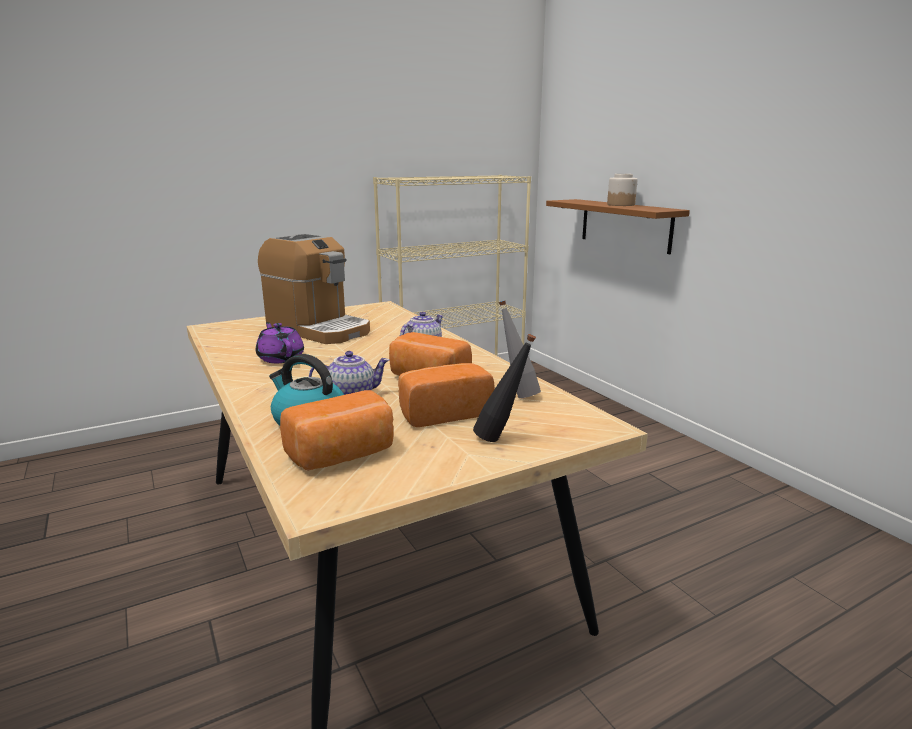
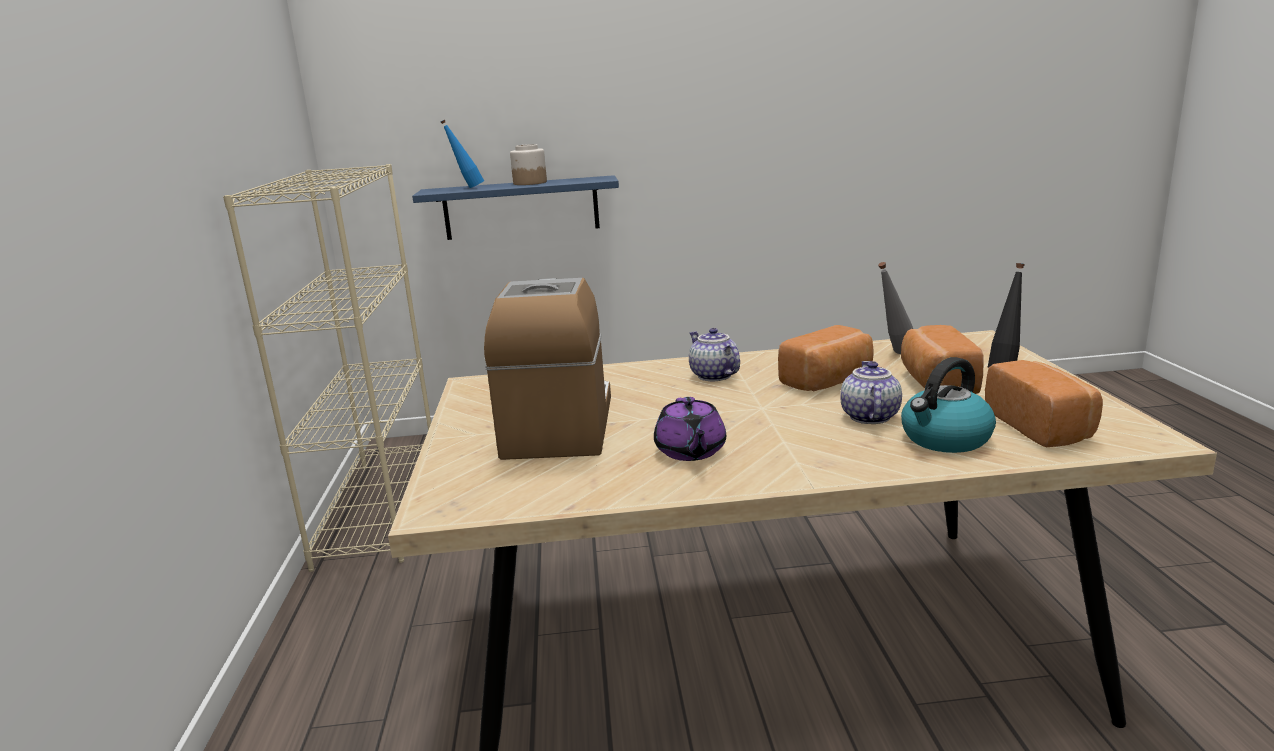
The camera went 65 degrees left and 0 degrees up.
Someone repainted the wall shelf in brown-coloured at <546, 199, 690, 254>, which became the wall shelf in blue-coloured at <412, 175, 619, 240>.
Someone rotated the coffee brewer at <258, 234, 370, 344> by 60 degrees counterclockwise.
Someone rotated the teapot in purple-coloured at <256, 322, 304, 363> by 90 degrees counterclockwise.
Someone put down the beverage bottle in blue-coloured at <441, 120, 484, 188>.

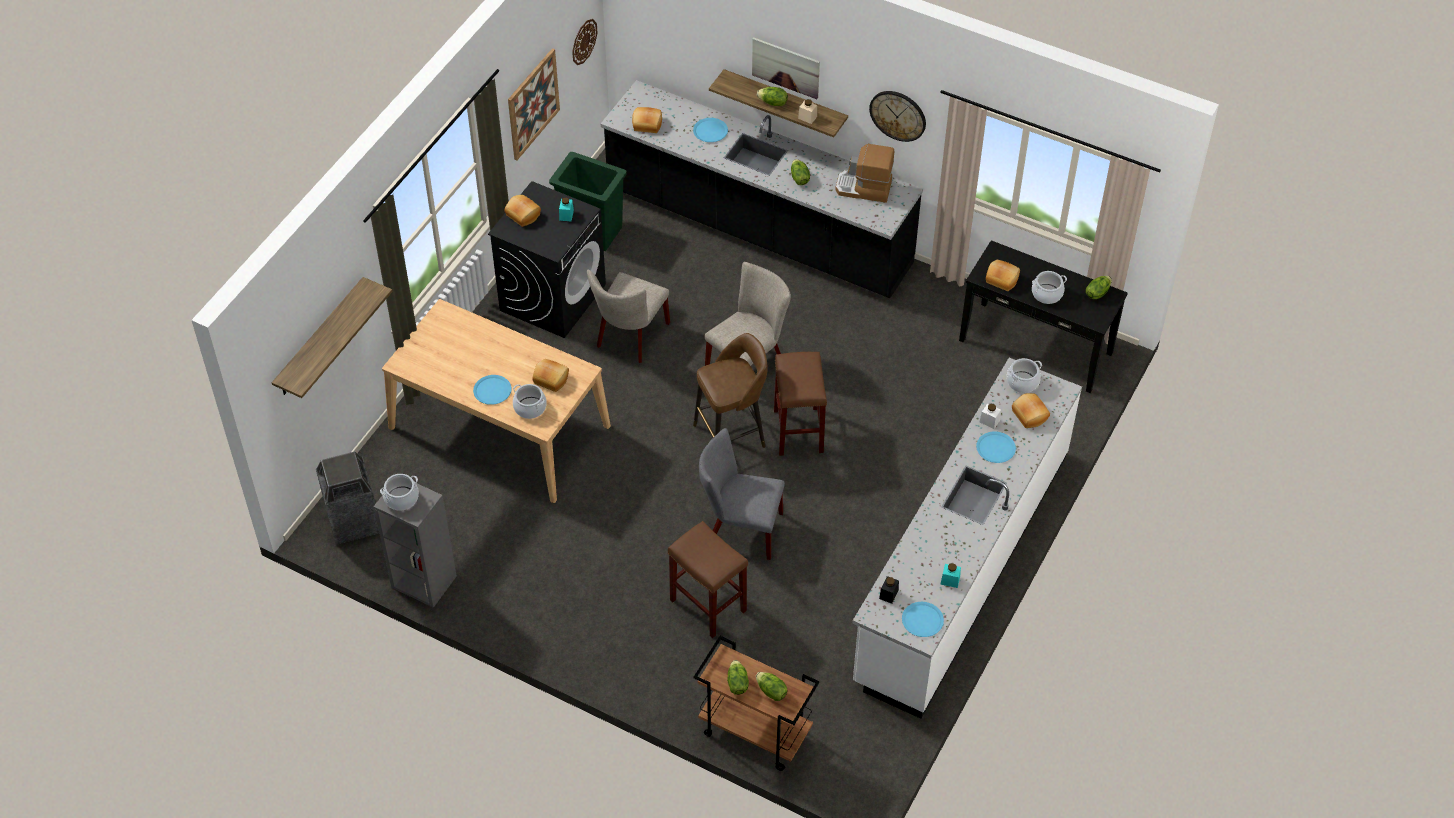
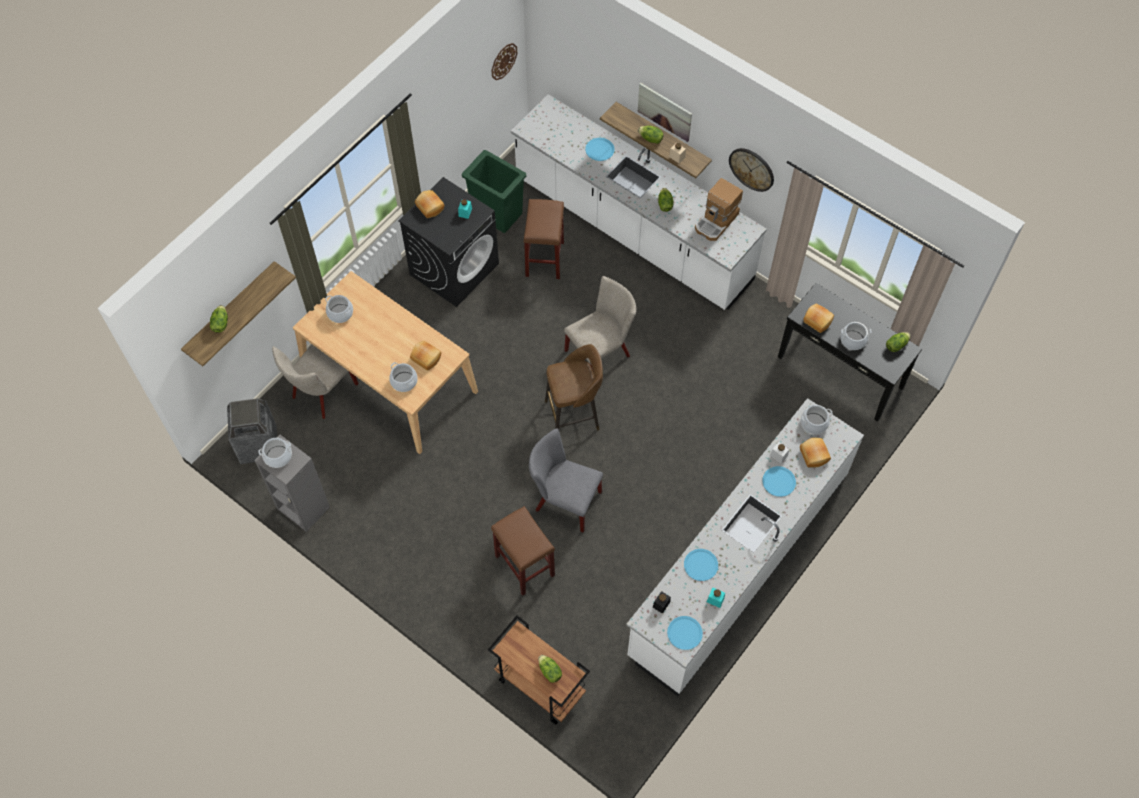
The camera went 10 degrees right and 10 degrees up.
Someone took away the wall picture at <508, 48, 560, 160>.
Someone repainted the kitchen counter in black at <601, 80, 923, 298>, which became the kitchen counter in whitish at <511, 94, 767, 310>.
Someone took away the bread at <632, 107, 662, 133>.
Someone rotated the coffee brewer at <835, 144, 894, 203> by 75 degrees counterclockwise.
Someone carried the upright chair in sand-coloured from <587, 270, 670, 363> to <272, 344, 359, 419>.
Someone carried the sitting stool in brown-coloured from <774, 352, 827, 456> to <523, 199, 564, 279>.
Someone carried the flat dish in blue-coloured from <473, 375, 512, 405> to <684, 549, 718, 581>.
Someone carried the lettuce head from <727, 660, 749, 695> to <210, 305, 228, 333>.
Someone put down the cooking pot at <325, 295, 353, 323>.

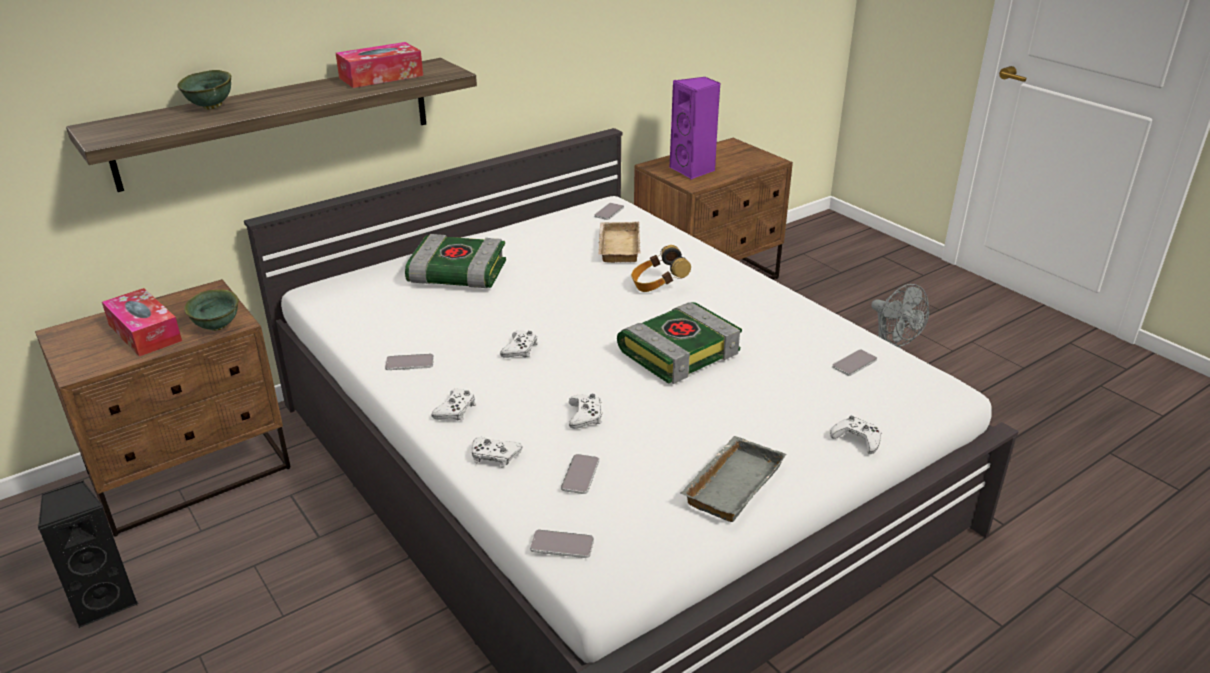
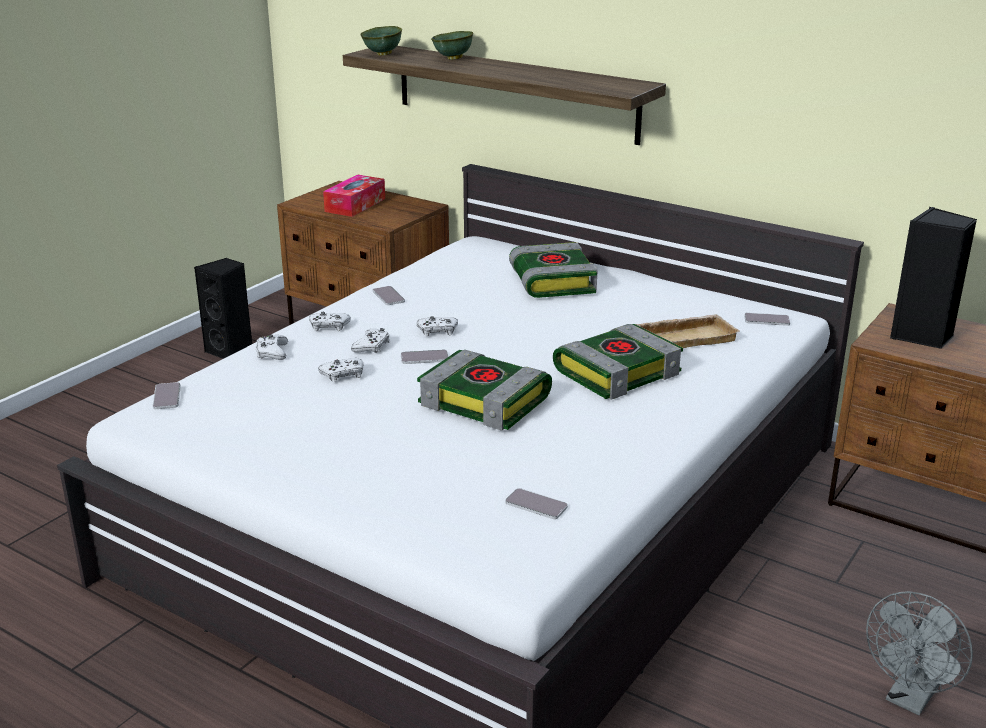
The camera went 70 degrees right and 5 degrees down.
Someone took away the box of tissues at <336, 42, 423, 88>.
Someone repainted the loudspeaker in purple-coloured at <669, 77, 720, 180>, which became the loudspeaker in black at <890, 207, 977, 349>.
Someone swapped the pair of headphones at <631, 245, 691, 292> for the book at <553, 324, 683, 400>.
Someone carried the serving bowl in green from <184, 290, 239, 331> to <360, 26, 402, 55>.
Someone carried the gamepad in whitish from <830, 416, 881, 454> to <351, 328, 390, 353>.
Someone took away the serving tray in gray at <680, 436, 787, 522>.
Someone carried the handset from <561, 454, 599, 494> to <401, 350, 448, 364>.

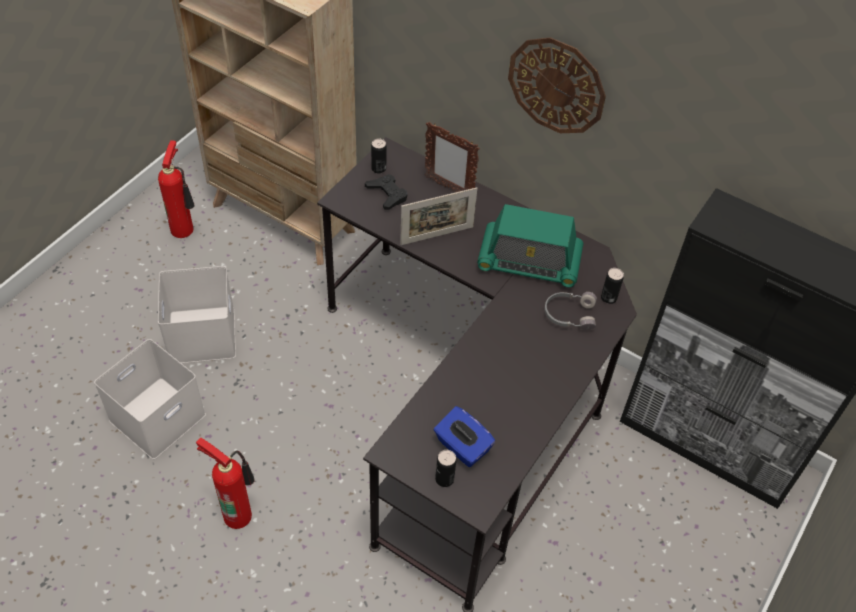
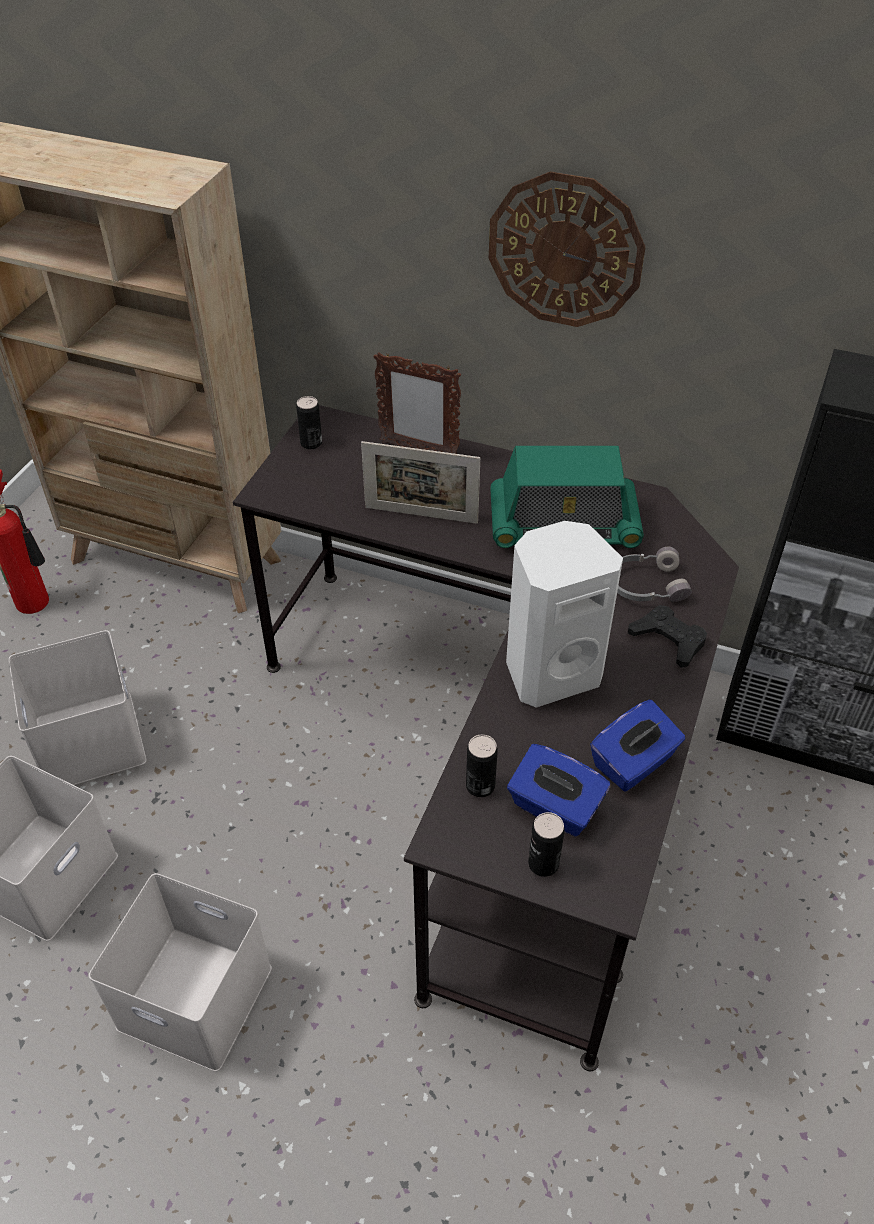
The camera went 10 degrees left and 5 degrees down.
Someone carried the gamepad in black from <365, 174, 408, 210> to <628, 605, 707, 668>.
Someone rotated the photo frame at <400, 187, 477, 245> by 45 degrees clockwise.
Someone carried the sealed can from <601, 268, 624, 304> to <466, 734, 498, 797>.
Someone swapped the fire extinguisher at <196, 438, 255, 529> for the storage bin in whitish at <89, 873, 272, 1072>.
Someone put down the loudspeaker in whitish at <506, 521, 623, 708>.
Someone put down the box of tissues in blue-coloured at <590, 700, 685, 792>.

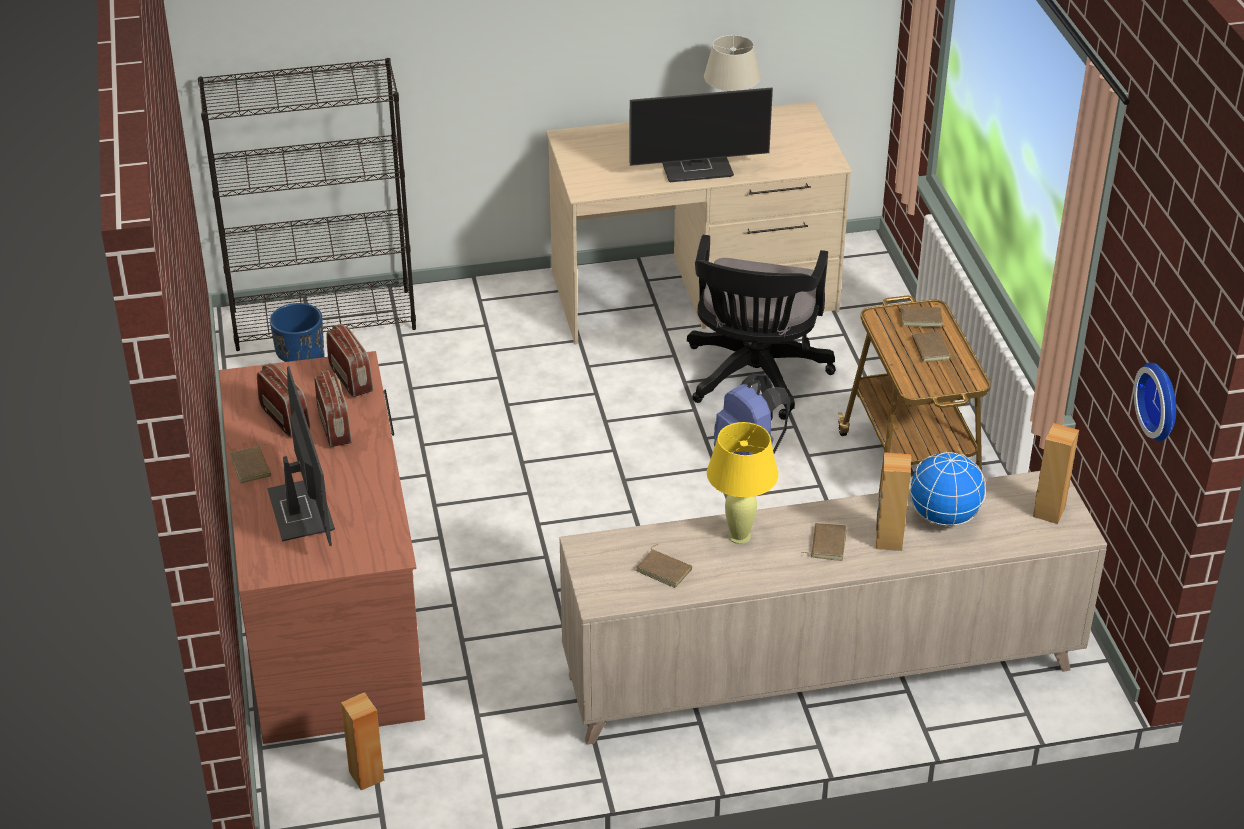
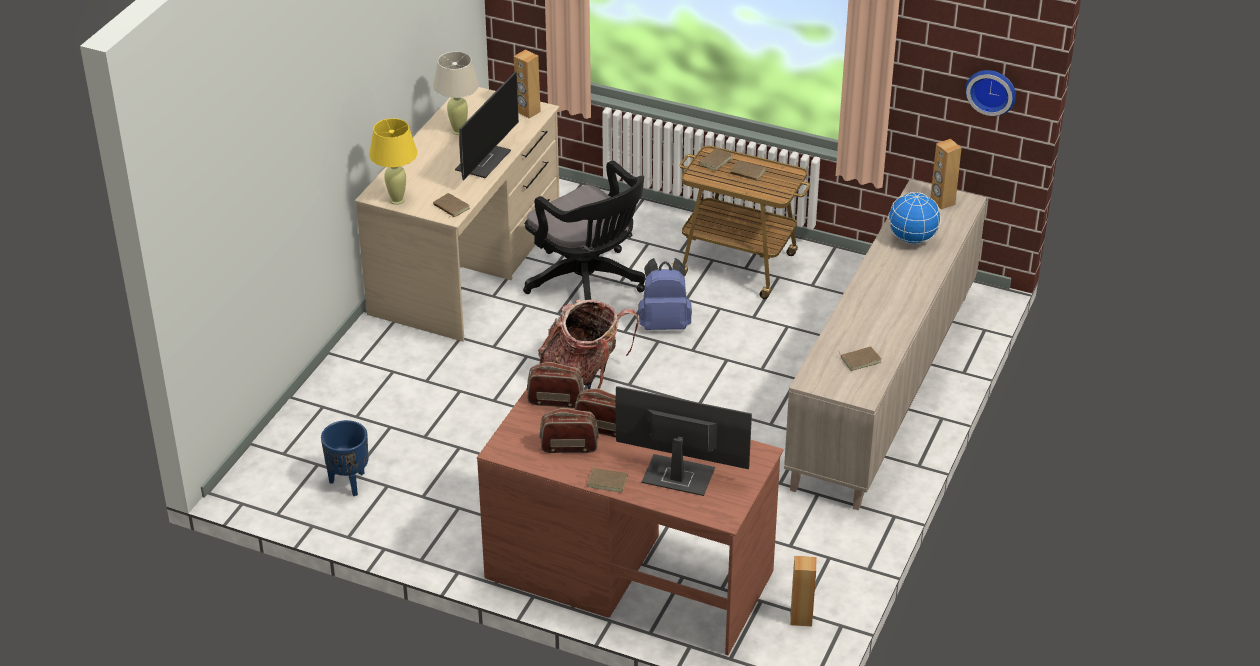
The camera went 55 degrees left and 0 degrees up.
Someone took away the bookshelf in black at <198, 58, 416, 351>.
Someone carried the table lamp in yellow from <707, 422, 779, 544> to <369, 118, 418, 205>.
Someone carried the loudspeaker in brown-coloured from <876, 452, 911, 551> to <514, 49, 541, 118>.
Someone carried the book in brown-coloured from <801, 523, 847, 561> to <433, 193, 470, 218>.
Someone put down the rucksack at <538, 299, 639, 389>.

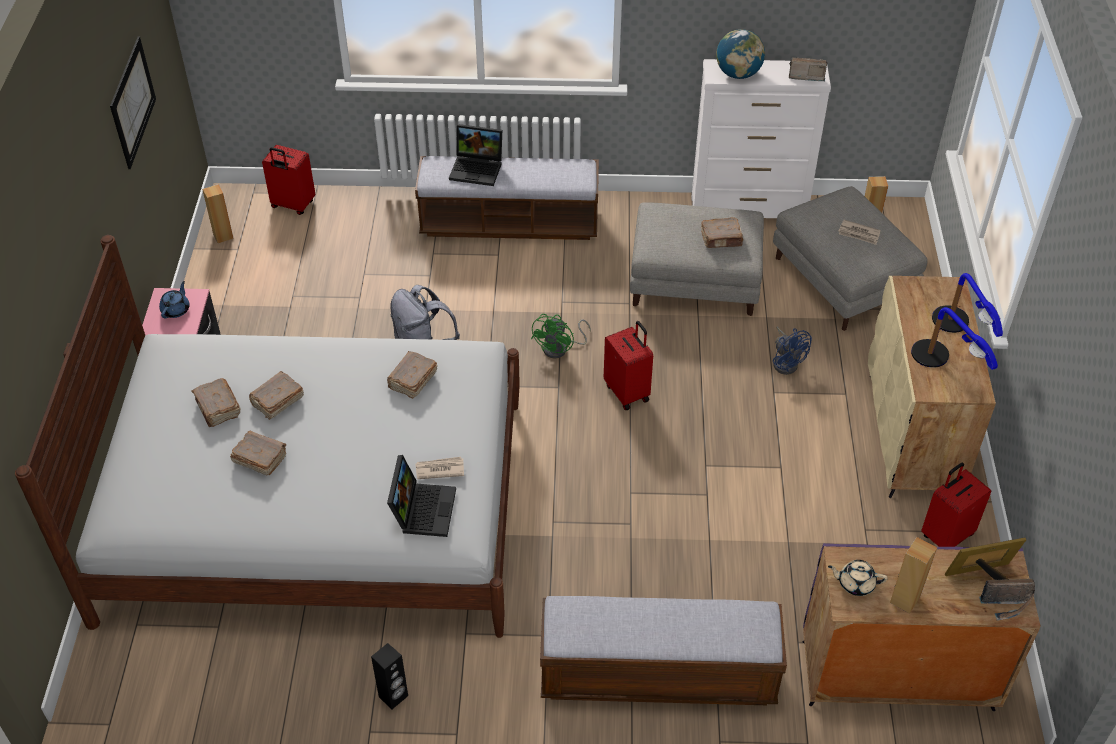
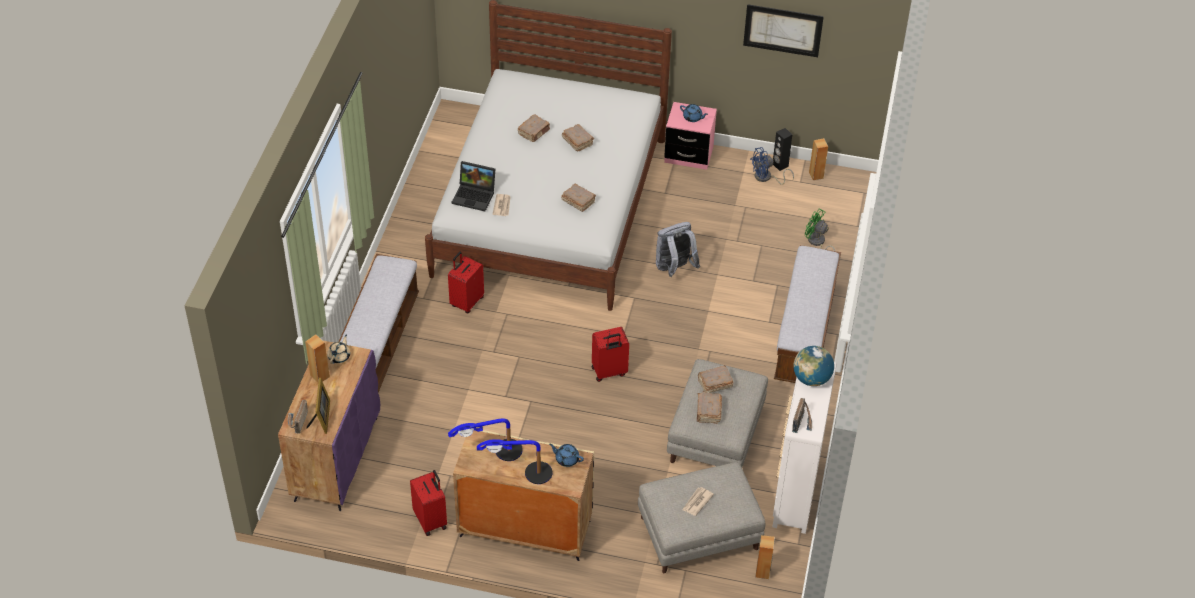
The camera went 100 degrees right and 0 degrees up.
Someone took away the notebook computer at <449, 124, 502, 186>.
Someone carried the travel case in red from <262, 145, 315, 215> to <448, 252, 484, 313>.
Someone carried the electric fan in green from <531, 314, 591, 359> to <805, 208, 835, 251>.
Someone carried the electric fan in blue-coloured from <773, 326, 812, 375> to <750, 147, 794, 185>.
Someone carried the book in brown-coloured from <191, 378, 241, 427> to <698, 365, 733, 393>.
Someone carried the loudspeaker in black from <371, 643, 408, 710> to <773, 128, 792, 171>.
Someone put down the teapot in blue-coloured at <549, 444, 584, 467>.

